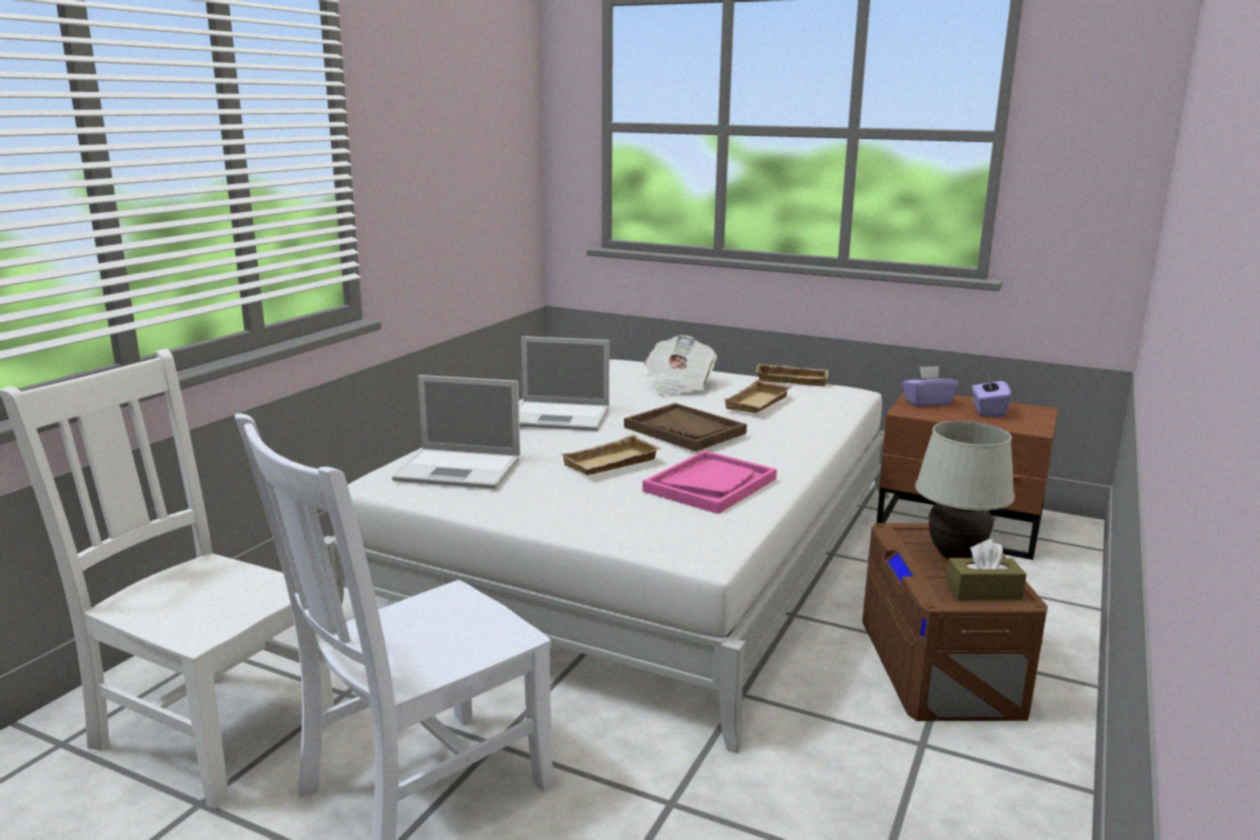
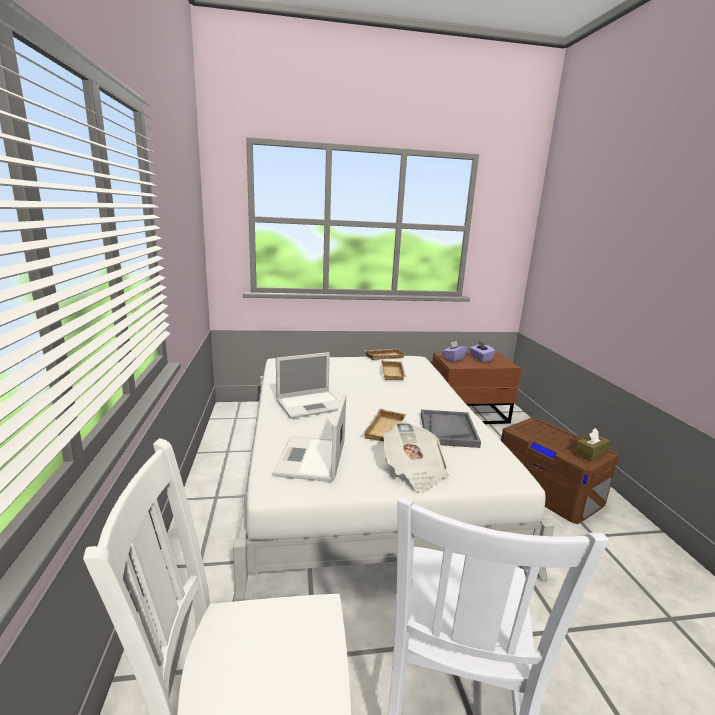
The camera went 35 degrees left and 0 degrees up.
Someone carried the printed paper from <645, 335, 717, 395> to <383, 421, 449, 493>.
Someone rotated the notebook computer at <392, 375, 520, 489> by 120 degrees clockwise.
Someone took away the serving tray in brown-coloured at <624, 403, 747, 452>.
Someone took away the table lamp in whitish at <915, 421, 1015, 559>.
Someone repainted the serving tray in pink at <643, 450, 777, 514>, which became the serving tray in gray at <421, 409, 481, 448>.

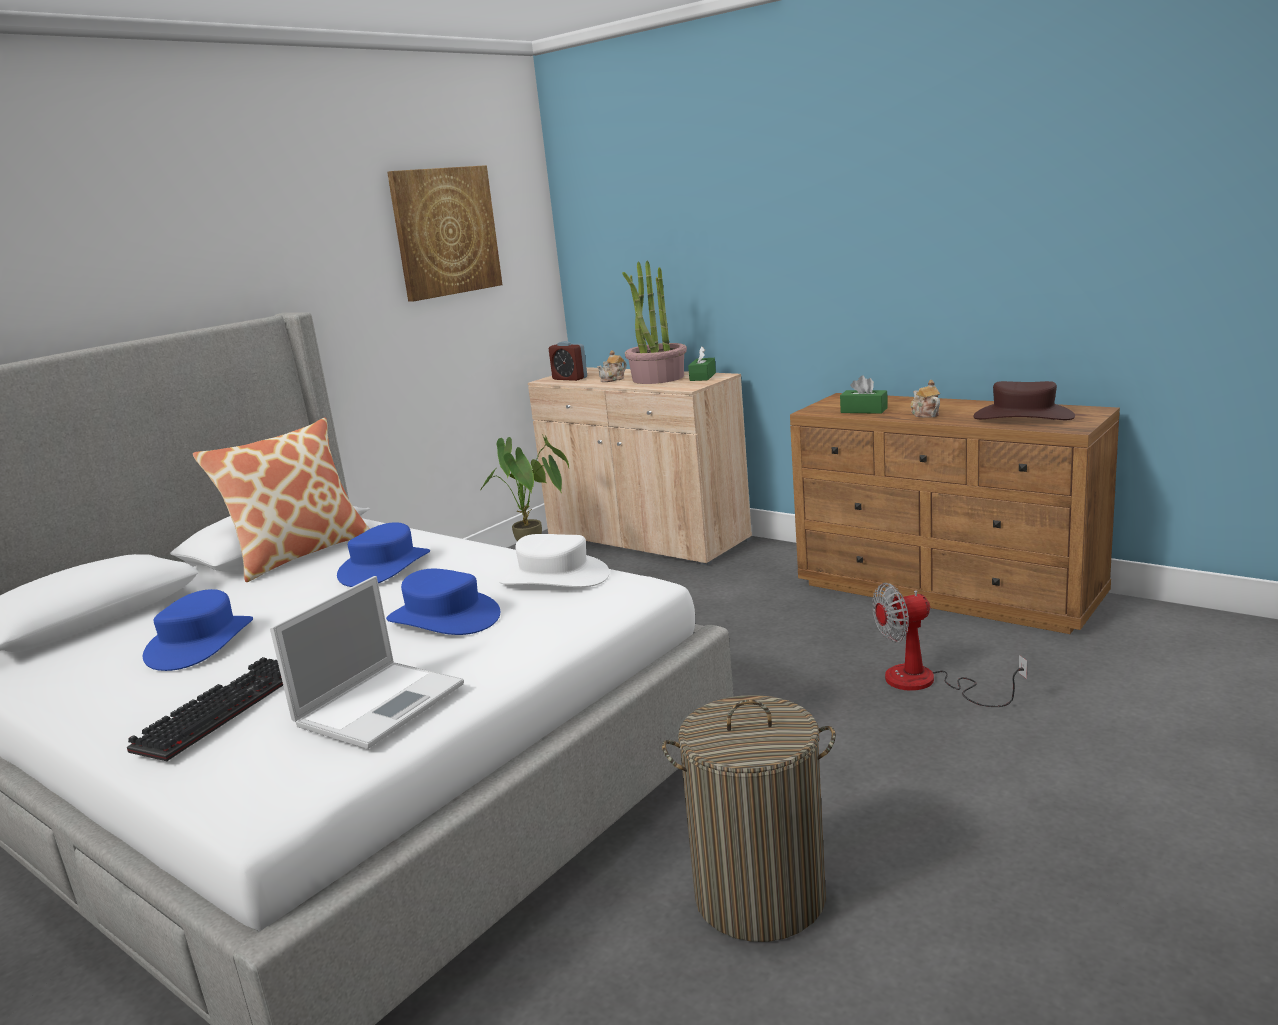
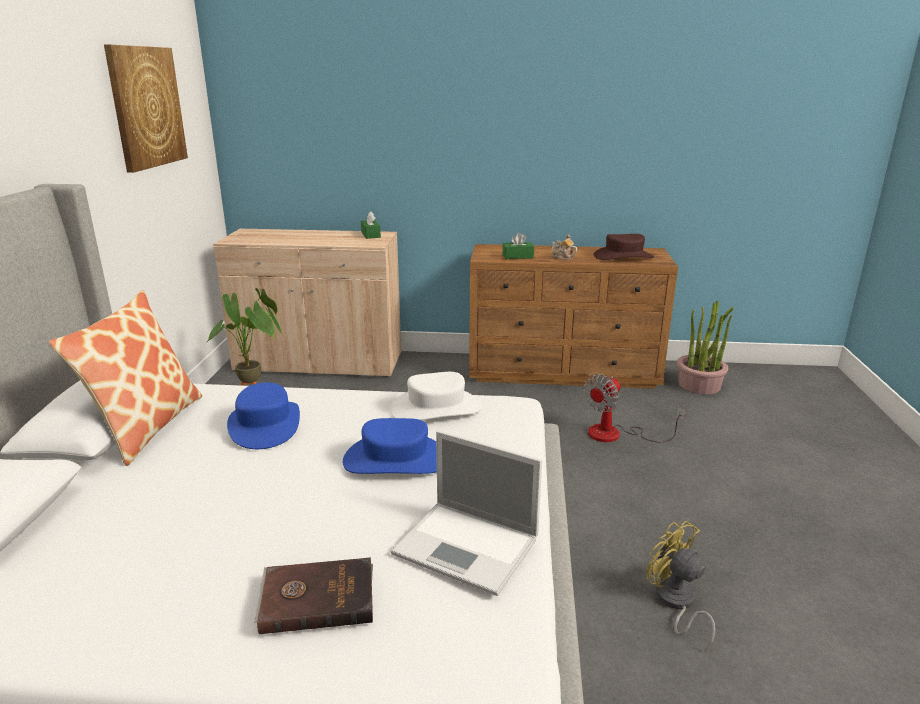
The camera went 35 degrees left and 5 degrees up.
Someone carried the houseplant from <622, 261, 687, 384> to <677, 300, 734, 394>.
Someone took away the table clock at <549, 341, 587, 381>.
Someone took away the teapot at <597, 350, 627, 382>.
Someone rotated the notebook computer at <270, 576, 464, 749> by 120 degrees clockwise.
Someone took away the hat in blue-coloured at <143, 589, 253, 671>.
Someone swapped the PC keyboard at <127, 657, 283, 761> for the book in brown-coloured at <254, 557, 373, 634>.
Someone swapped the hamper at <662, 695, 836, 942> for the electric fan in yellow at <647, 521, 715, 651>.

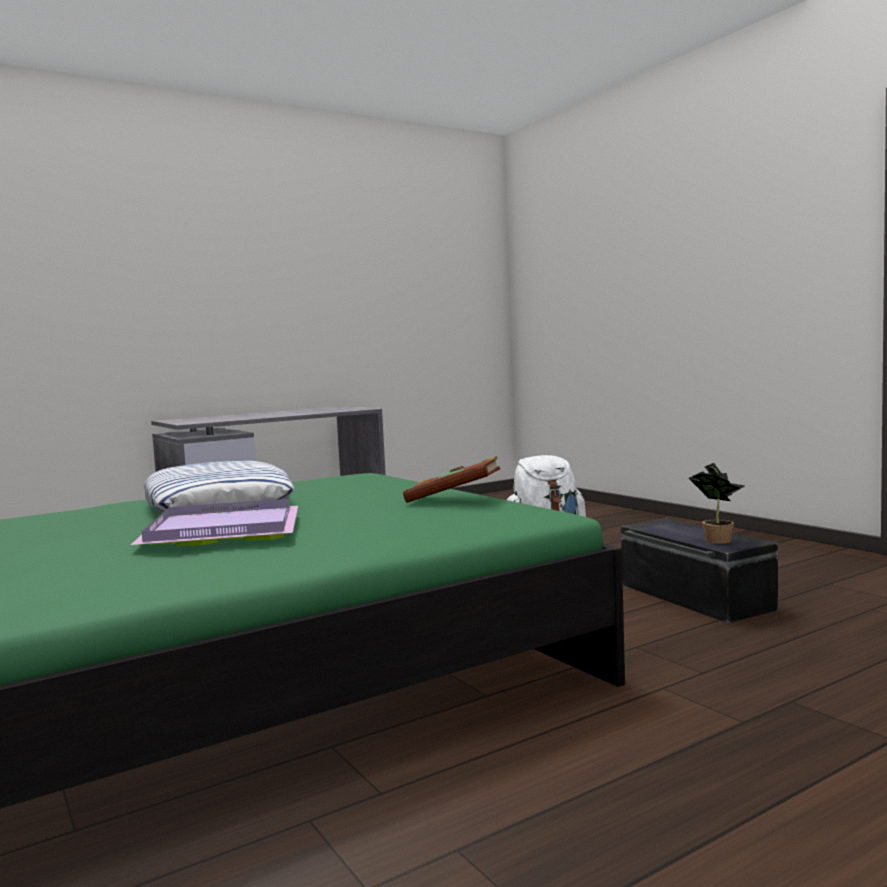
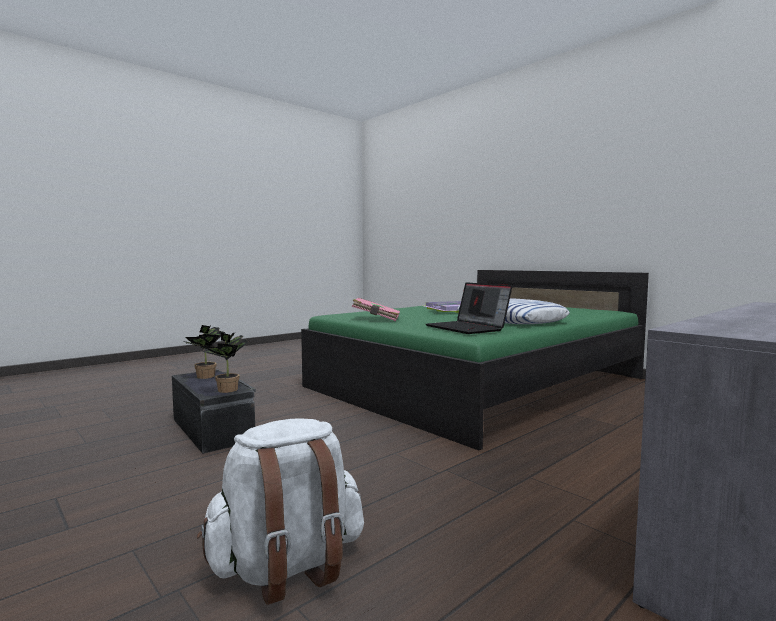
The camera went 170 degrees right and 0 degrees up.
Someone repainted the book in brown-coloured at <403, 456, 500, 503>, which became the book in pink at <352, 298, 400, 321>.
Someone put down the notebook computer at <426, 282, 512, 334>.
Someone put down the houseplant at <199, 333, 248, 393>.

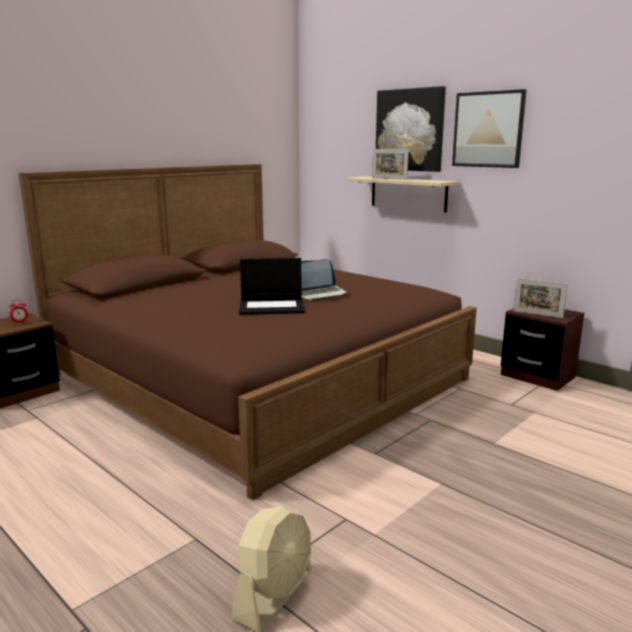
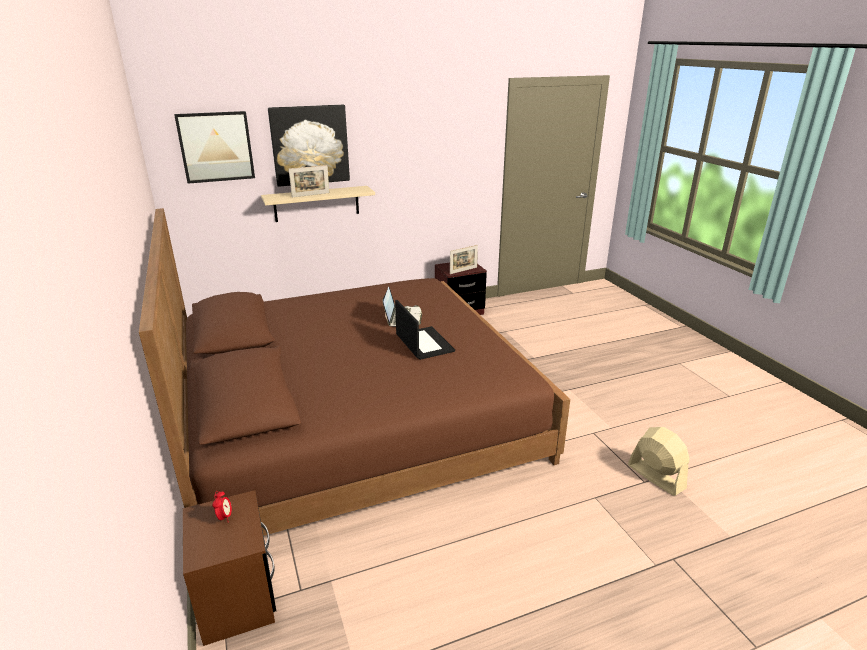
The camera went 65 degrees left and 10 degrees up.
Someone carried the wall picture from <452, 89, 527, 168> to <174, 111, 255, 184>.
Someone rotated the notebook computer at <239, 258, 305, 315> by 45 degrees counterclockwise.

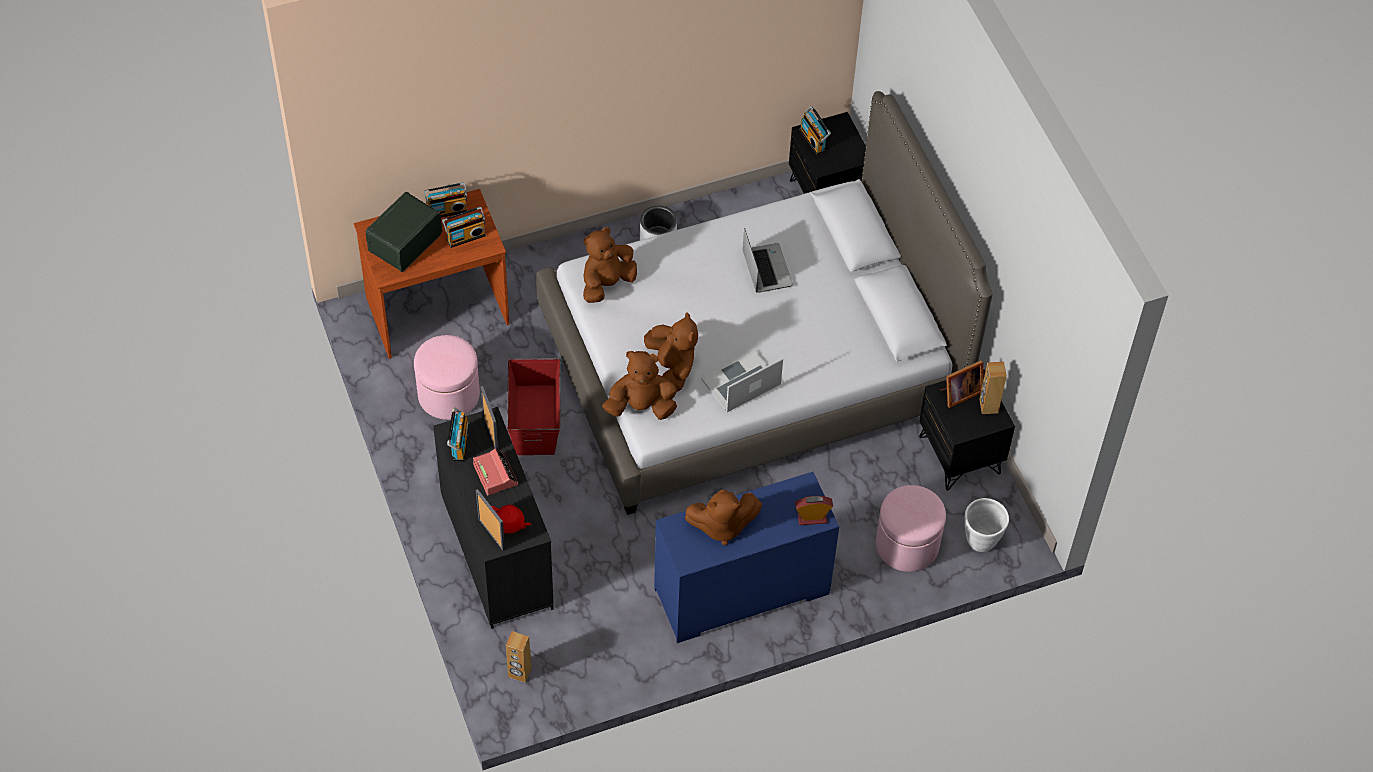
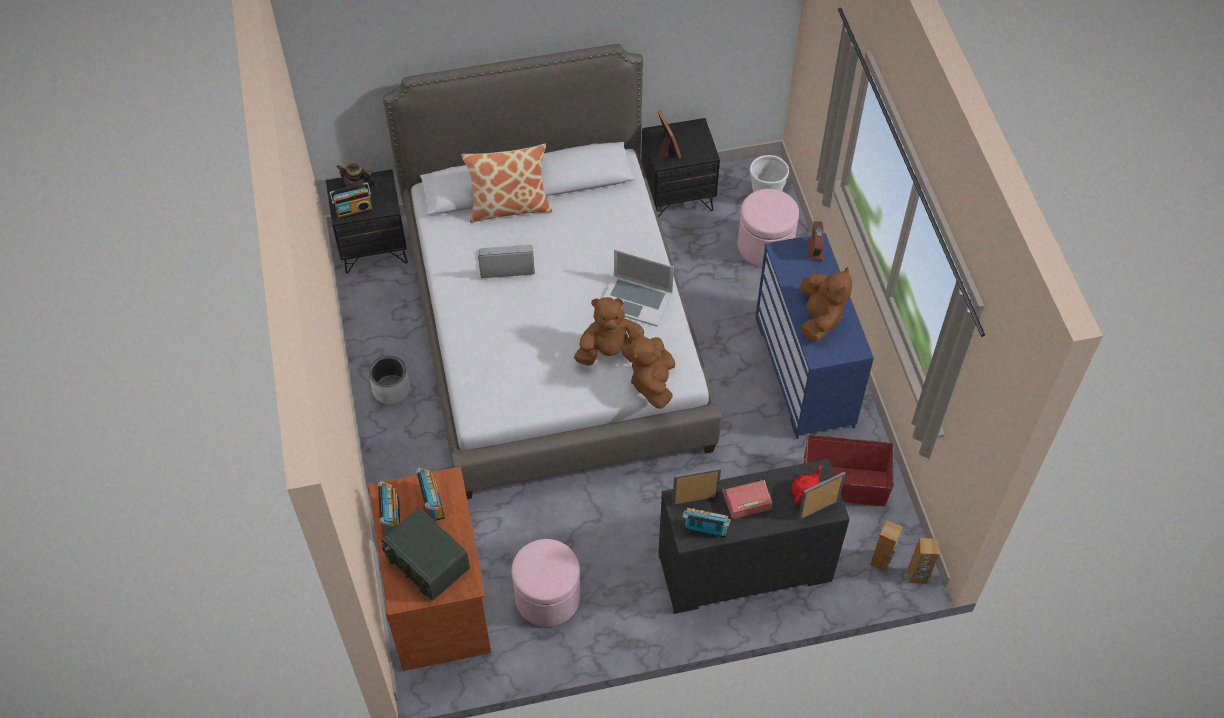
The camera went 80 degrees left and 0 degrees up.
Someone took away the cuddly toy in brown-coloured at <583, 227, 637, 303>.
Someone rotated the notebook computer at <701, 350, 783, 412> by 45 degrees counterclockwise.
Someone carried the storage bin in red from <507, 358, 561, 455> to <803, 435, 894, 506>.
Someone carried the loudspeaker in brown-coloured from <979, 362, 1007, 414> to <908, 538, 939, 584>.
Someone put down the cushion at <462, 144, 552, 223>.
Someone put down the teapot at <337, 163, 376, 191>.

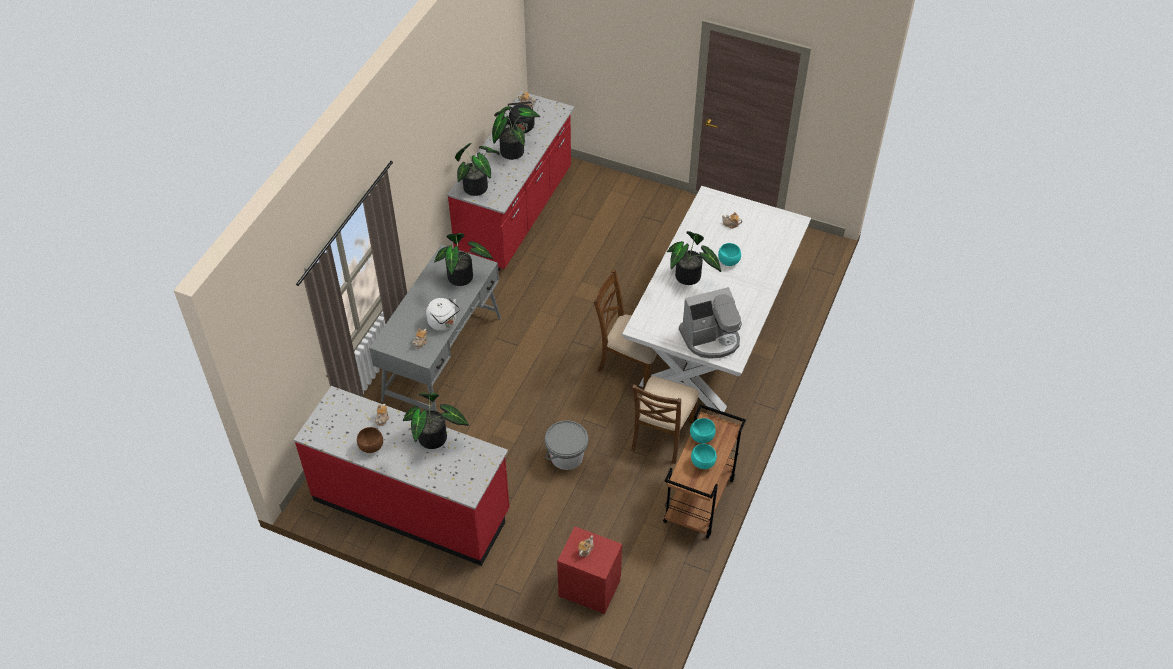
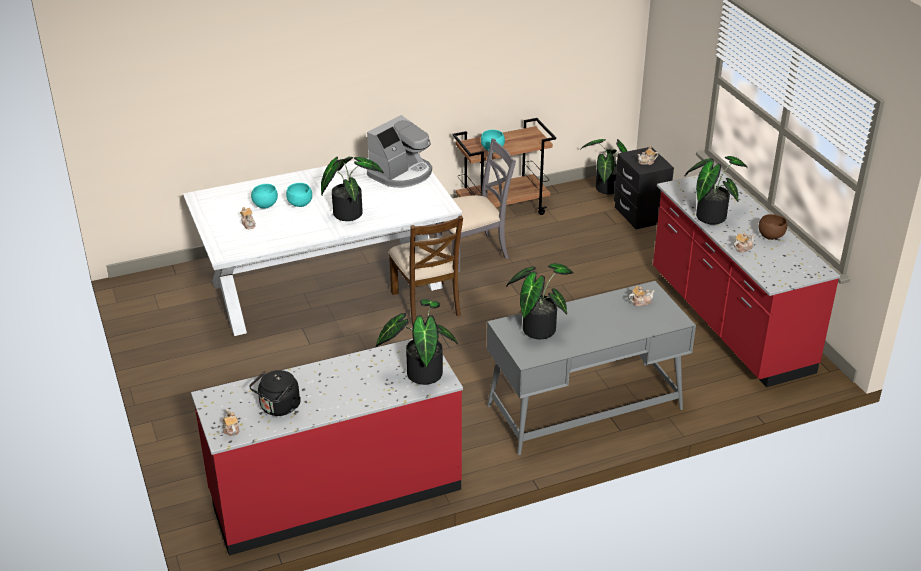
The camera went 135 degrees left and 15 degrees down.
Someone carried the houseplant from <492, 106, 540, 160> to <580, 139, 627, 194>.
Someone rotated the coffee brewer at <679, 287, 742, 359> by 105 degrees clockwise.
Someone took away the water kettle in whitish at <426, 298, 460, 331>.
Someone repainted the upright chair in brown-coloured at <631, 376, 699, 464>, which became the upright chair in gray at <434, 138, 516, 272>.
Someone took away the pail in gray at <545, 420, 588, 470>.
Someone carried the serving bowl in turquoise from <691, 444, 717, 469> to <251, 184, 278, 209>.
Someone repainted the nightstand in red at <557, 527, 622, 614>, which became the nightstand in black at <614, 147, 674, 229>.

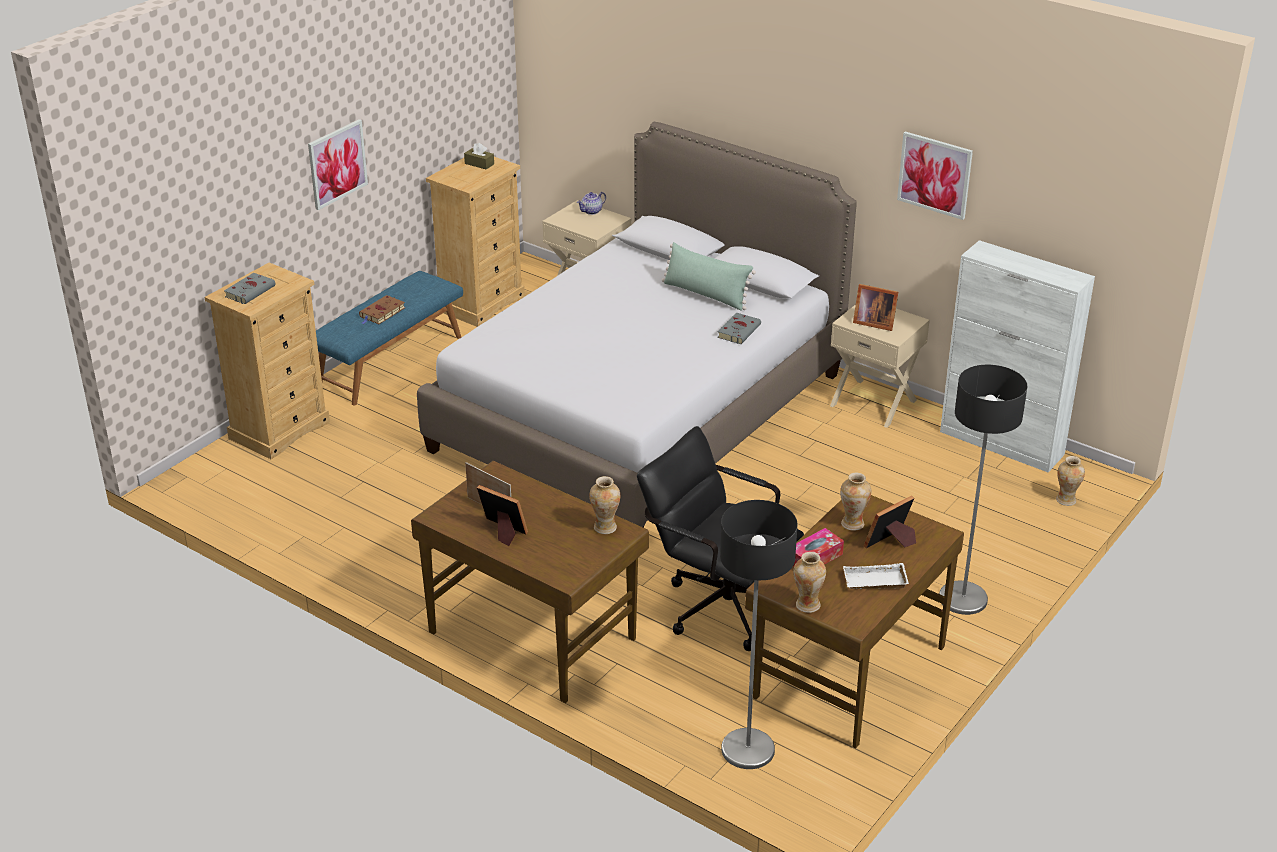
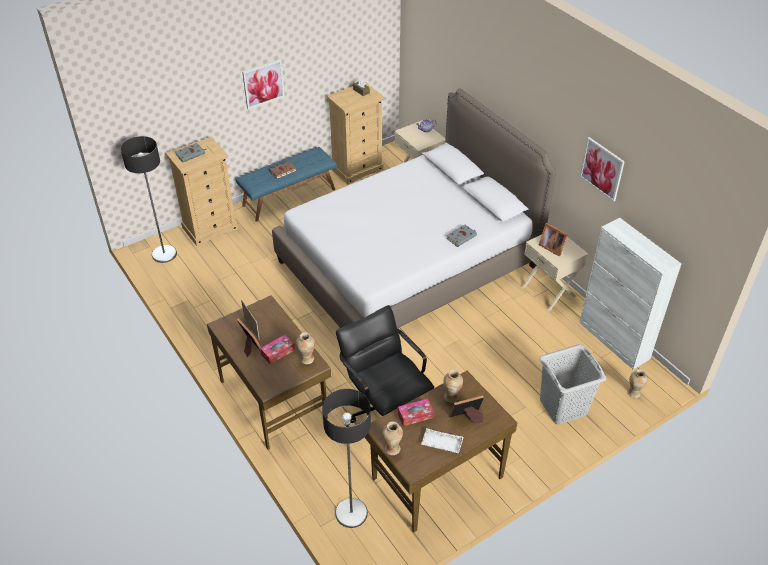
The camera went 20 degrees right and 10 degrees up.
Someone took away the cushion in green at <662, 242, 756, 311>.
Someone carried the floor lamp from <939, 365, 1027, 615> to <121, 136, 177, 263>.
Someone put down the box of tissues at <260, 334, 295, 364>.
Someone put down the hamper in gray at <539, 344, 606, 424>.

